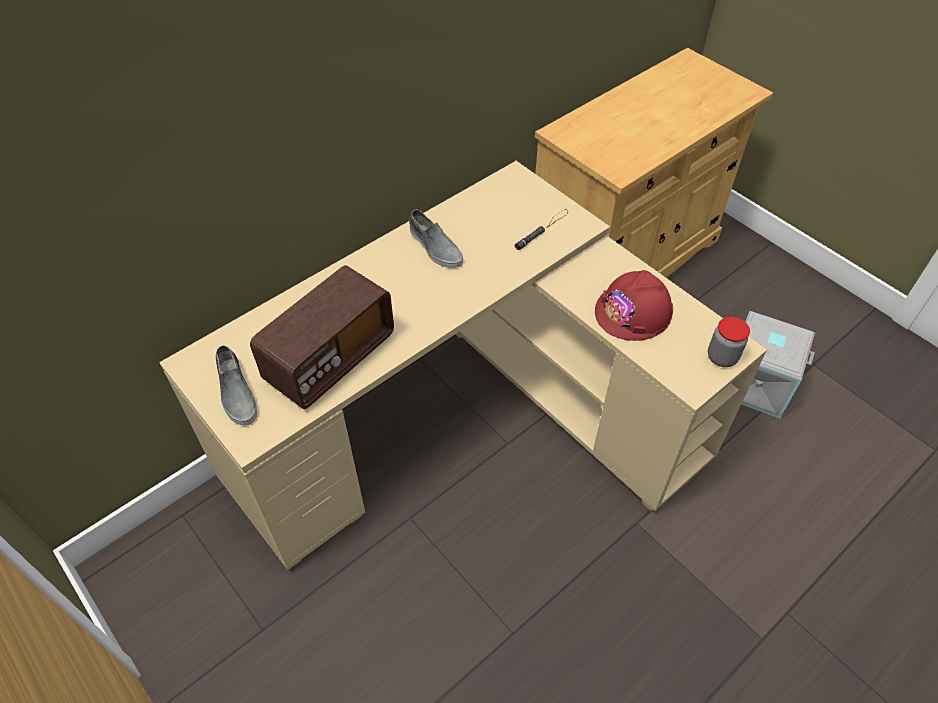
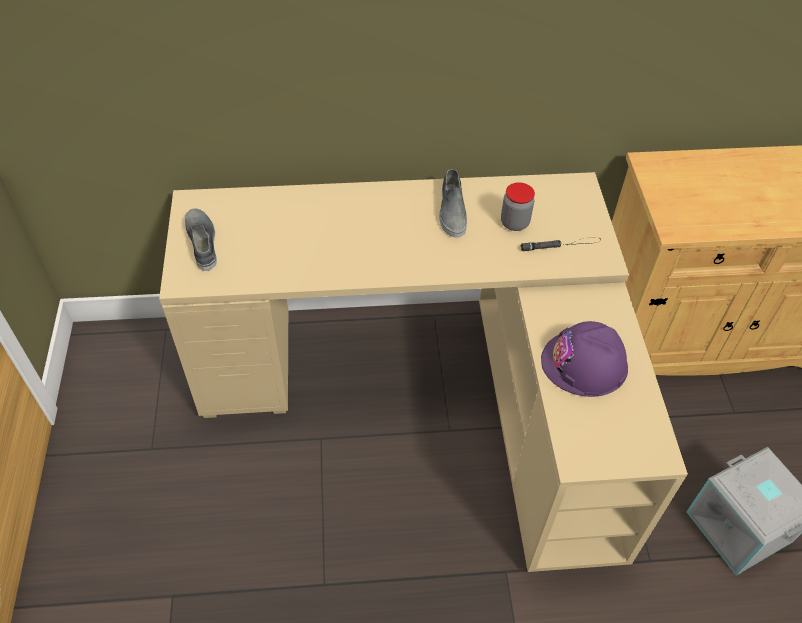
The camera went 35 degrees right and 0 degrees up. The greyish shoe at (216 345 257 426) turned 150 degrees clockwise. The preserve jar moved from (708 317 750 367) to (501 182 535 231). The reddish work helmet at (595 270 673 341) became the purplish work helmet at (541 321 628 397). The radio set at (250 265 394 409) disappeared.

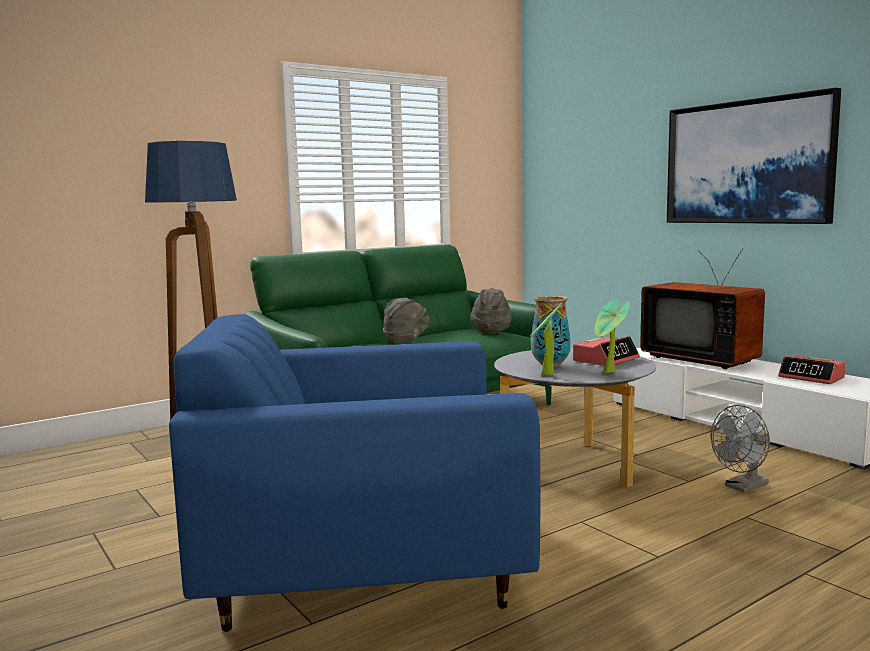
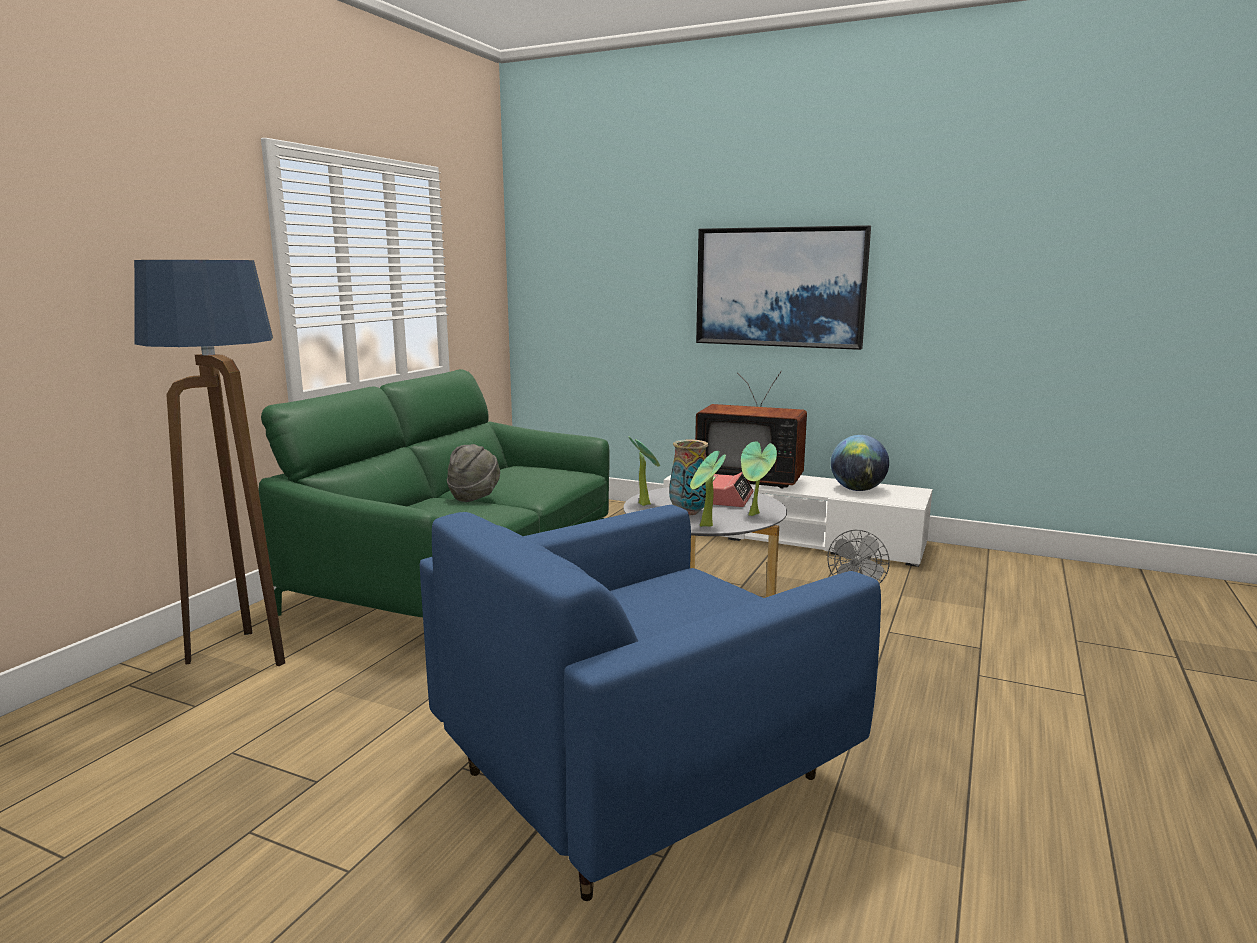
The camera went 30 degrees left and 5 degrees up. The plant in a pot at (629 437 660 506) appeared. The bedside clock at (778 356 845 384) was replaced by the globe at (831 435 889 491). The greyish clothing hat at (470 288 512 334) disappeared.

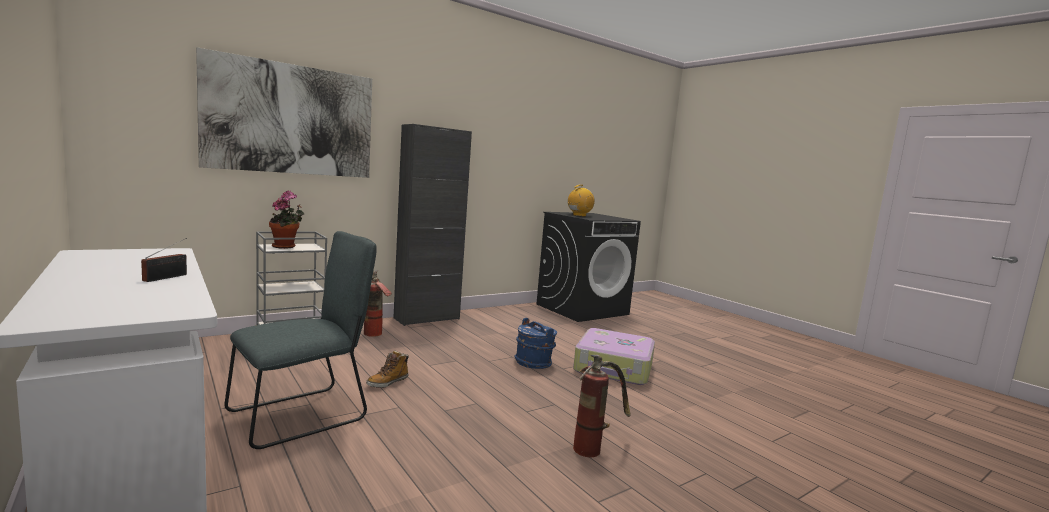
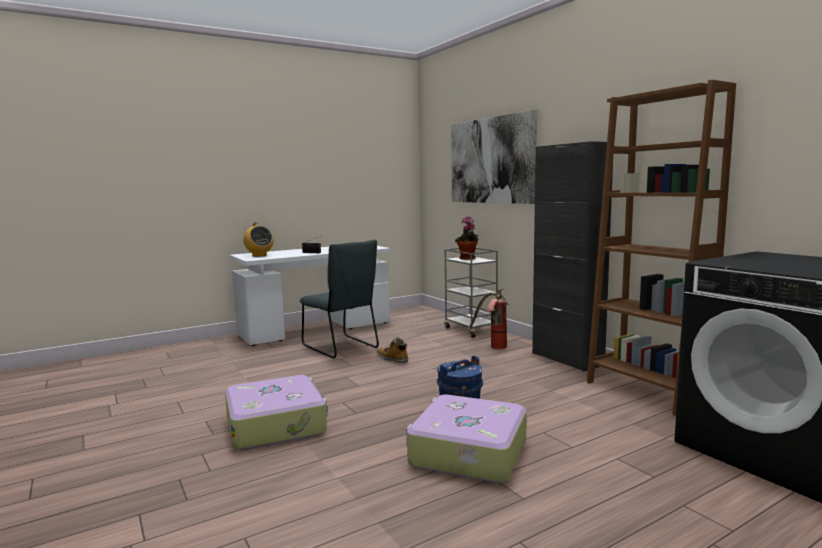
The camera went 95 degrees right and 0 degrees up. The extinguisher at (573 355 631 457) was replaced by the piece of luggage at (225 375 328 450). The radio set moved from (568 185 595 216) to (243 222 274 257). The brown bookshelf at (587 80 736 416) appeared.

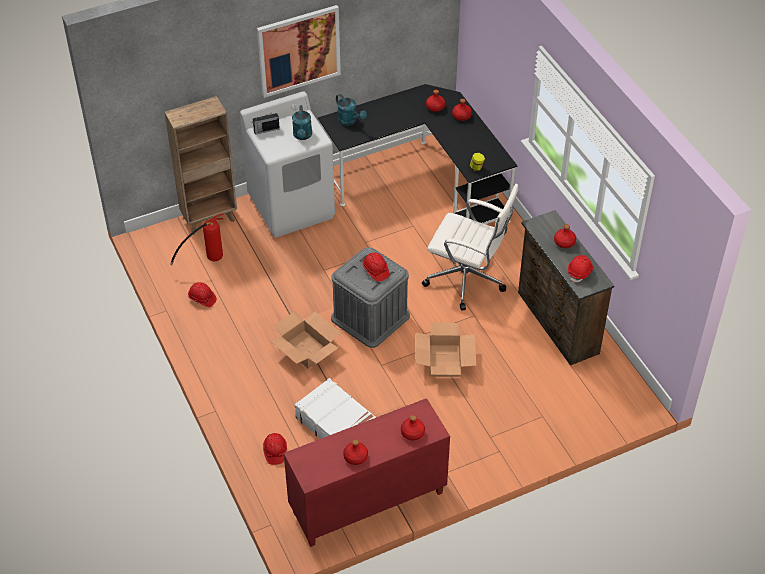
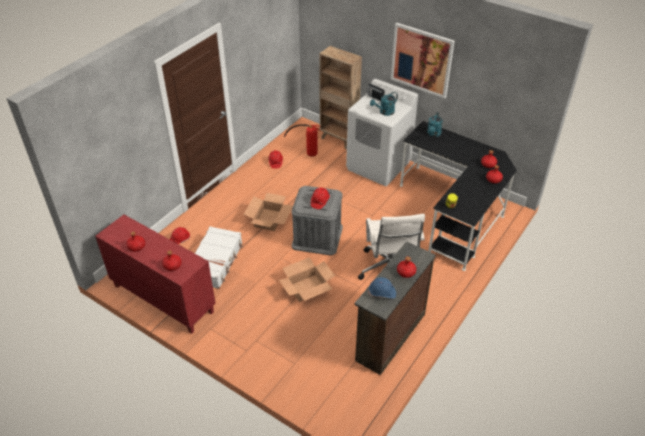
The camera went 60 degrees right and 5 degrees down. The reddish work helmet at (567 255 594 283) became the blue work helmet at (368 277 396 299).

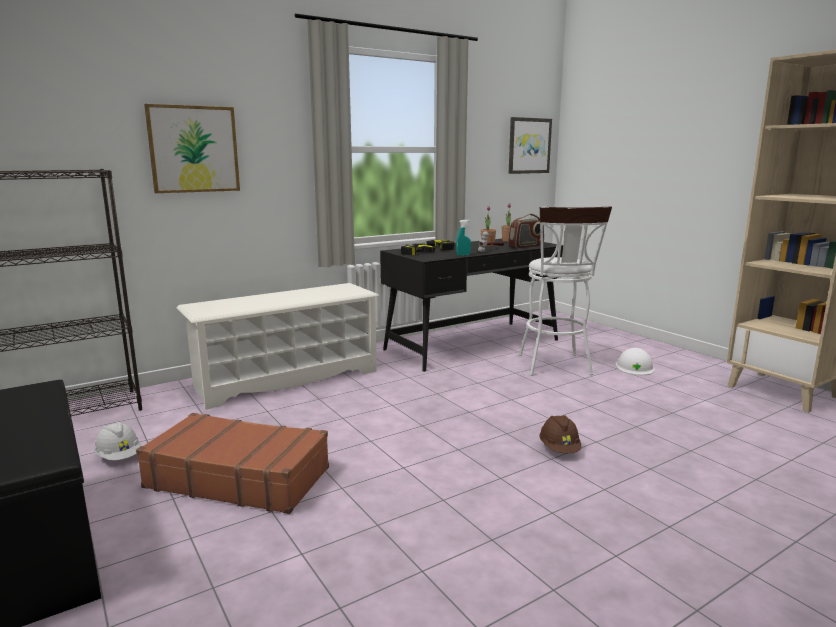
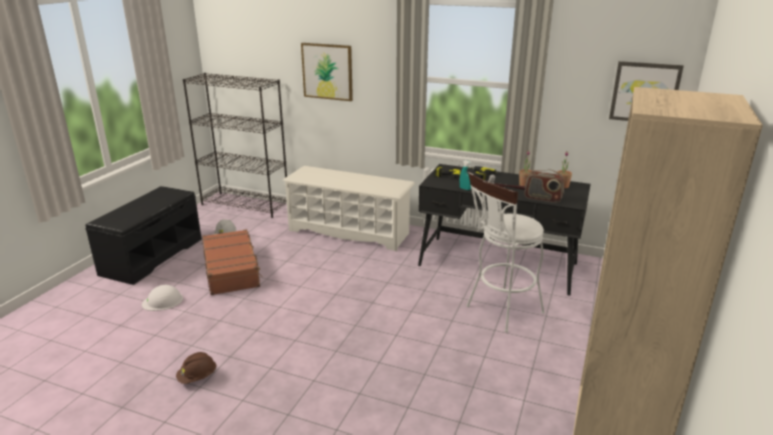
The camera went 55 degrees right and 10 degrees up. The white-coloured work helmet moved from (616 348 654 375) to (142 285 183 311). The brown work helmet moved from (539 415 581 453) to (176 352 217 384).

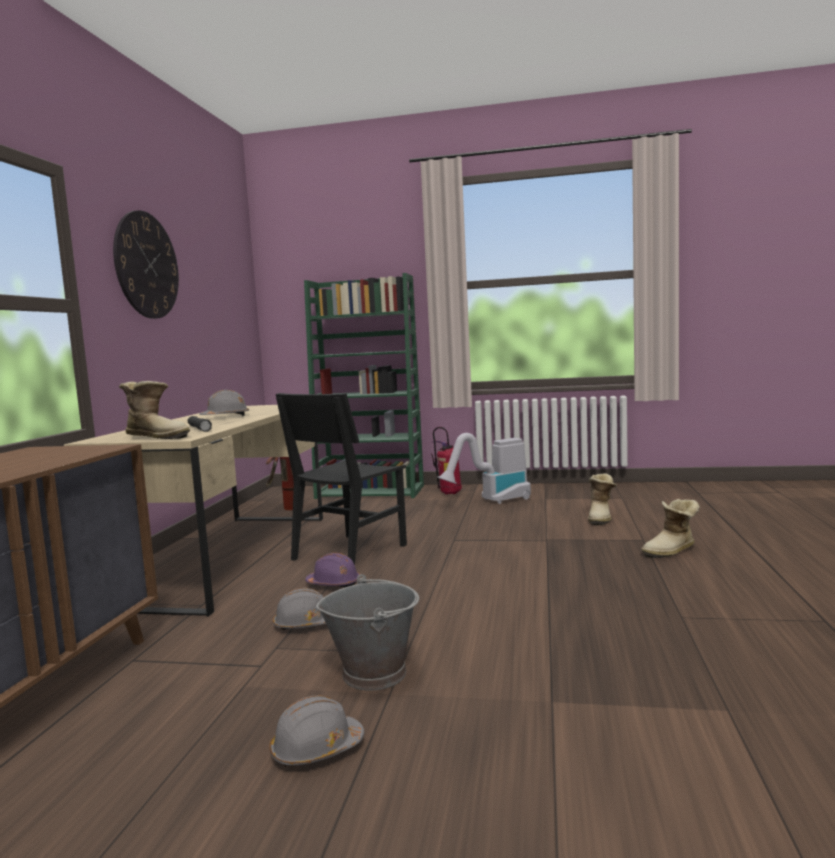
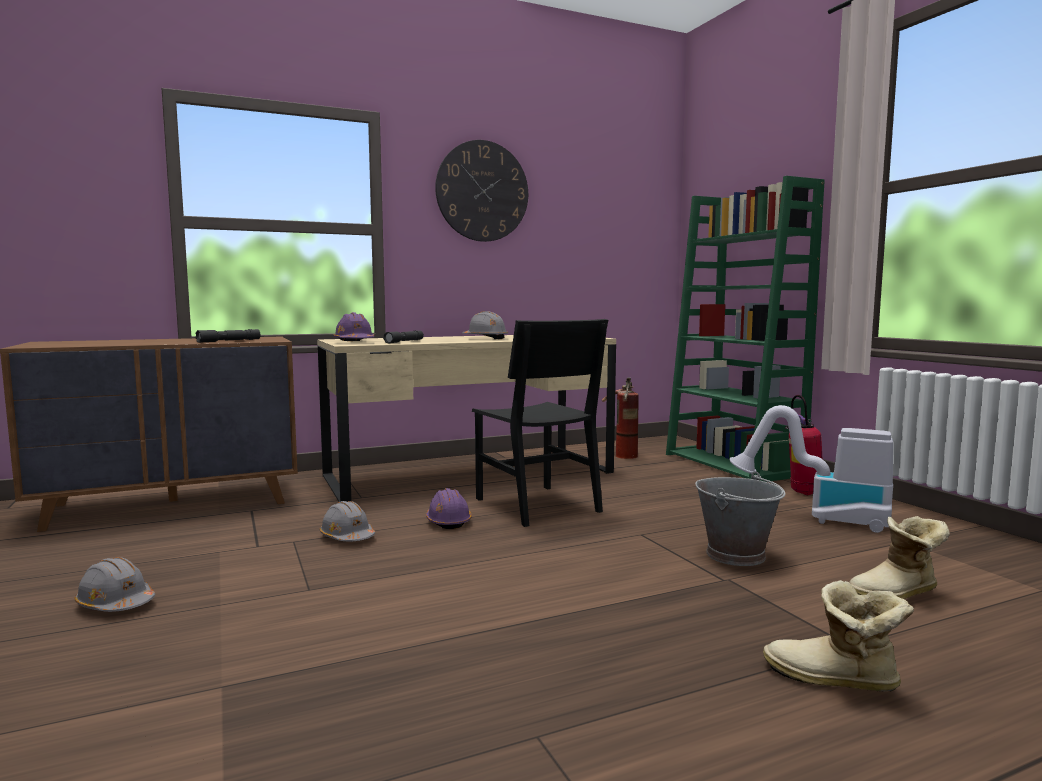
The camera went 55 degrees right and 0 degrees up. The greyish torch at (196 329 260 343) appeared. The tall boot at (119 381 190 439) was replaced by the purplish work helmet at (333 312 374 341). The black chair at (276 393 407 565) turned 120 degrees counterclockwise. The greyish pail moved from (316 574 419 690) to (695 471 786 566).

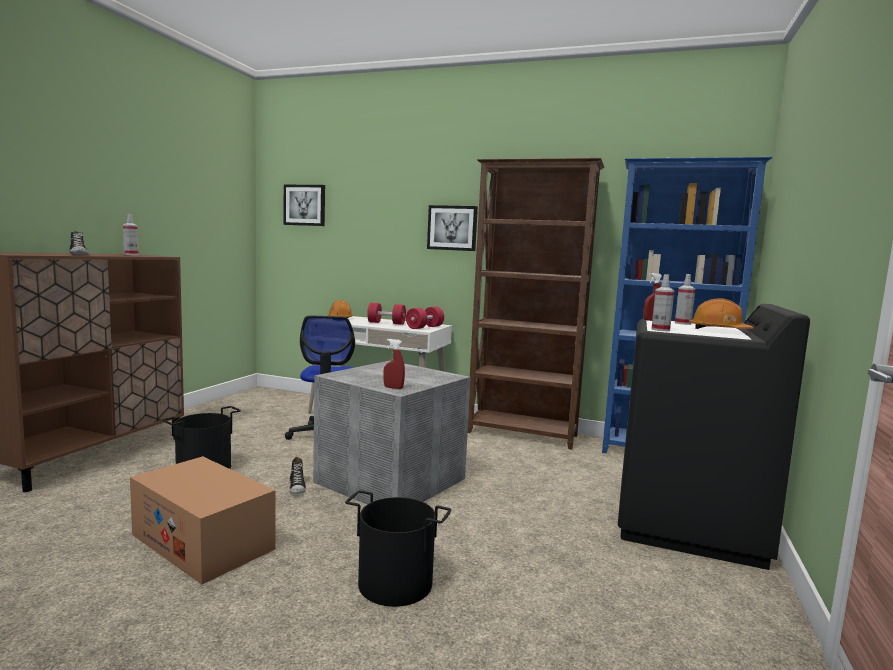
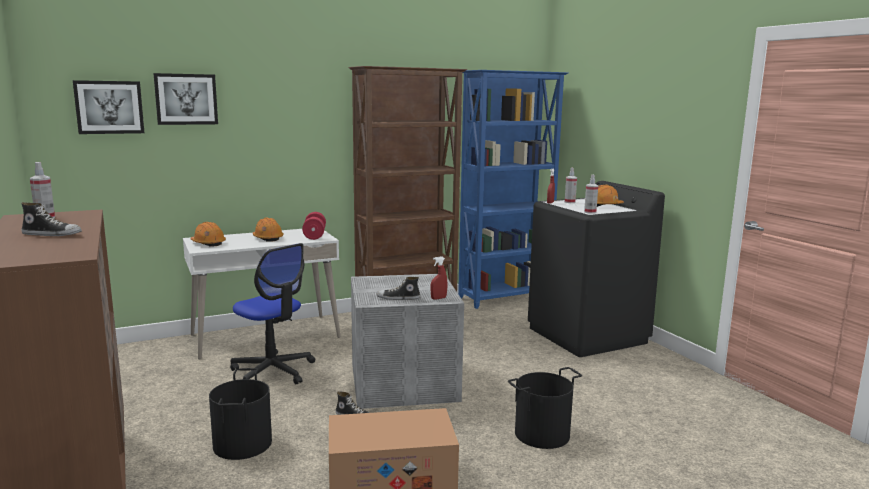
The camera went 45 degrees left and 5 degrees up. The picture moved from (427 205 478 251) to (153 73 218 125). The reddish dumbbell at (367 303 406 325) was replaced by the orange-coloured work helmet at (252 217 284 242). The shoe at (376 277 421 300) appeared.

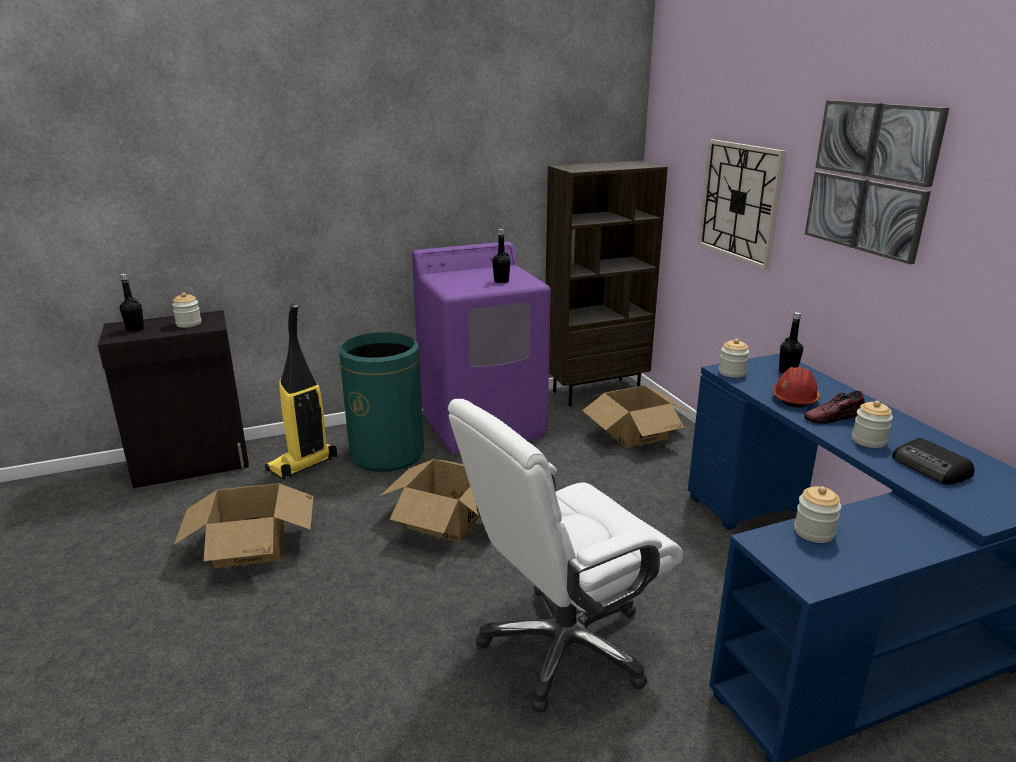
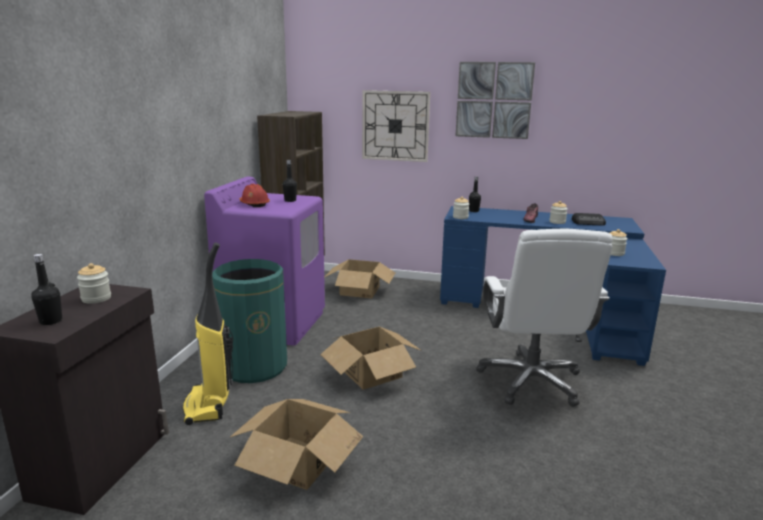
The camera went 55 degrees left and 5 degrees down. The reddish work helmet moved from (773 366 820 408) to (239 184 270 207).

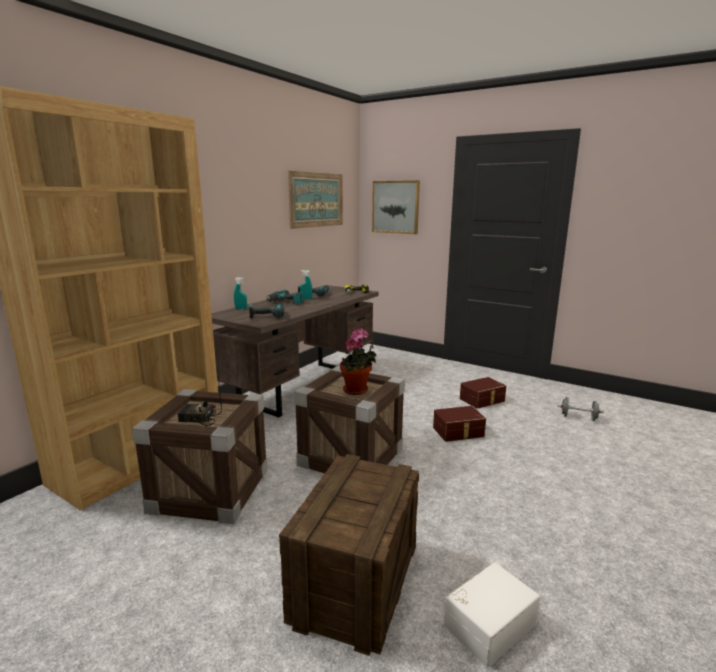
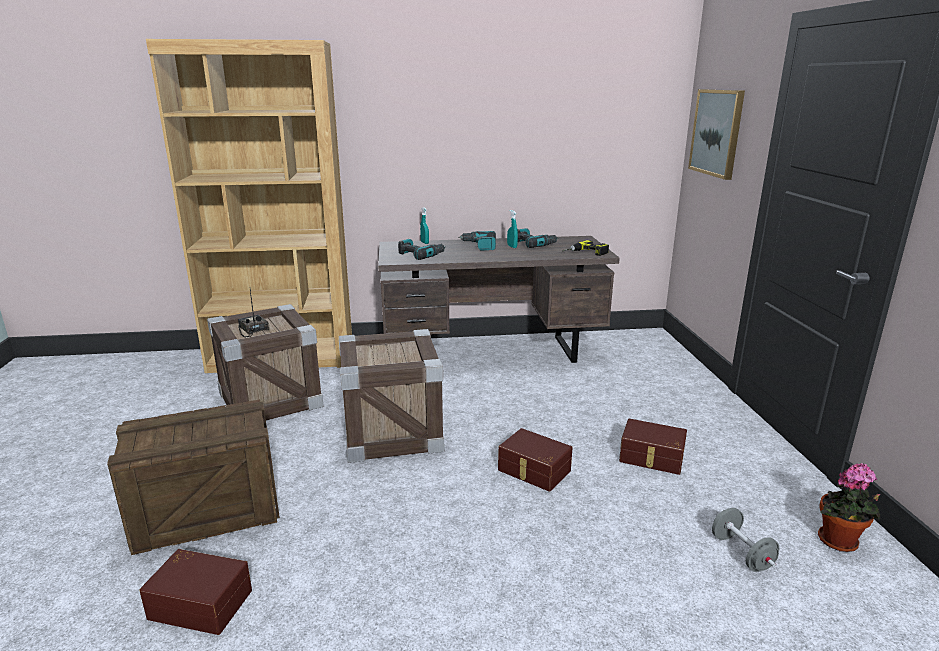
The camera went 50 degrees right and 5 degrees up. The white-coloured storage bin at (444 563 540 667) became the brown storage bin at (139 549 252 635). The plant in a pot moved from (340 328 376 395) to (818 463 880 552). The picture at (288 171 343 229) disappeared.

